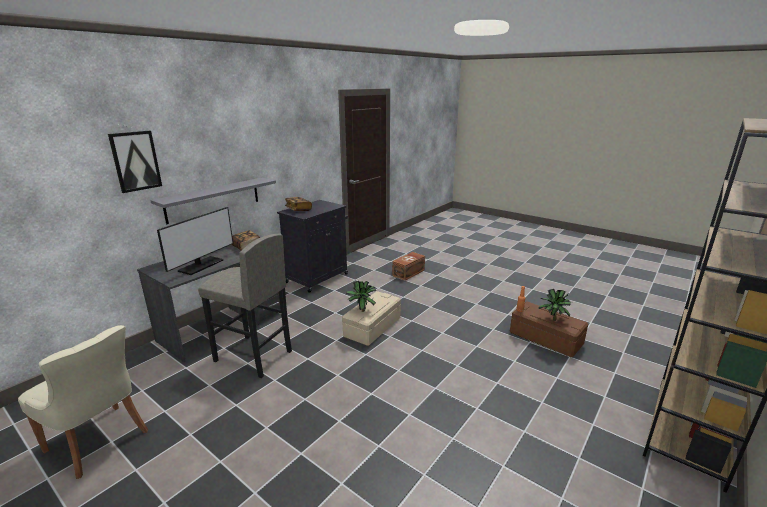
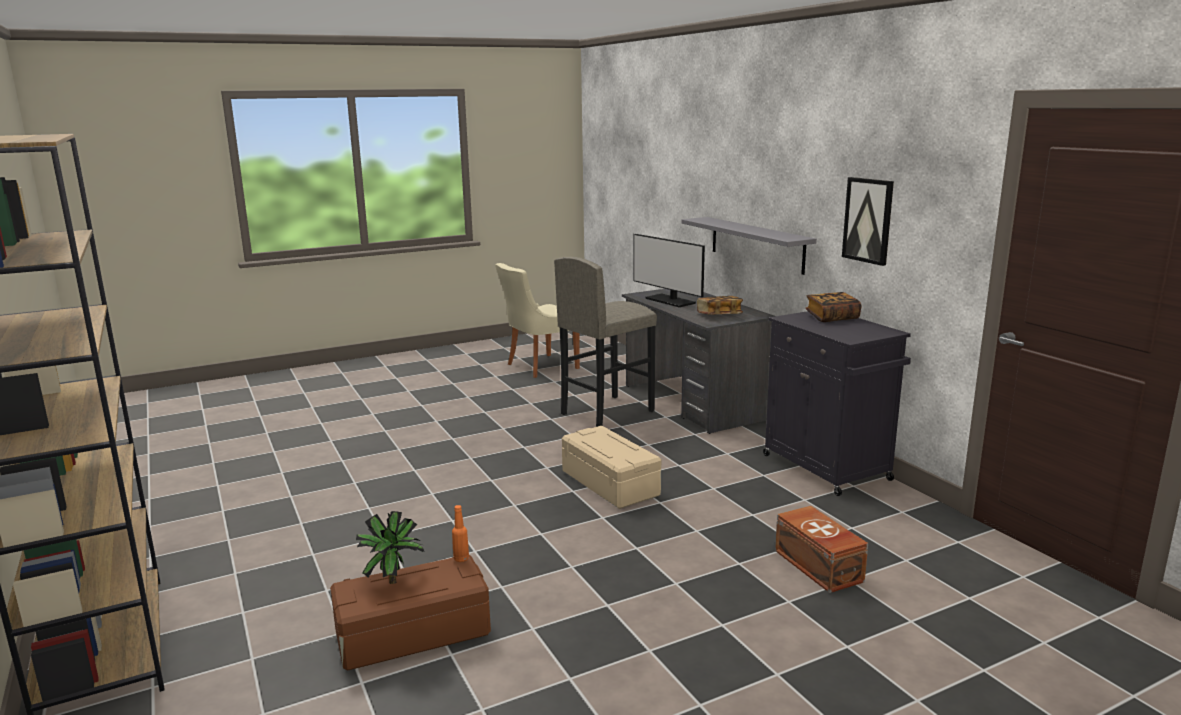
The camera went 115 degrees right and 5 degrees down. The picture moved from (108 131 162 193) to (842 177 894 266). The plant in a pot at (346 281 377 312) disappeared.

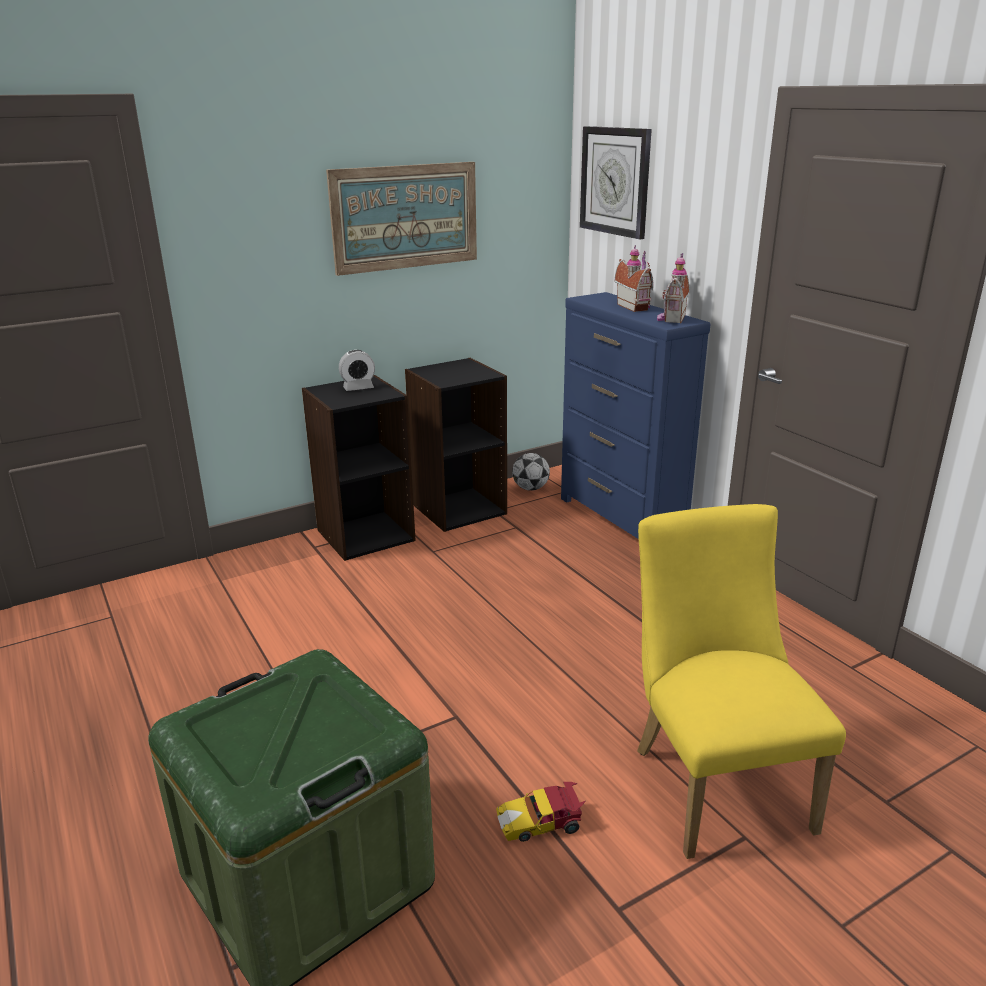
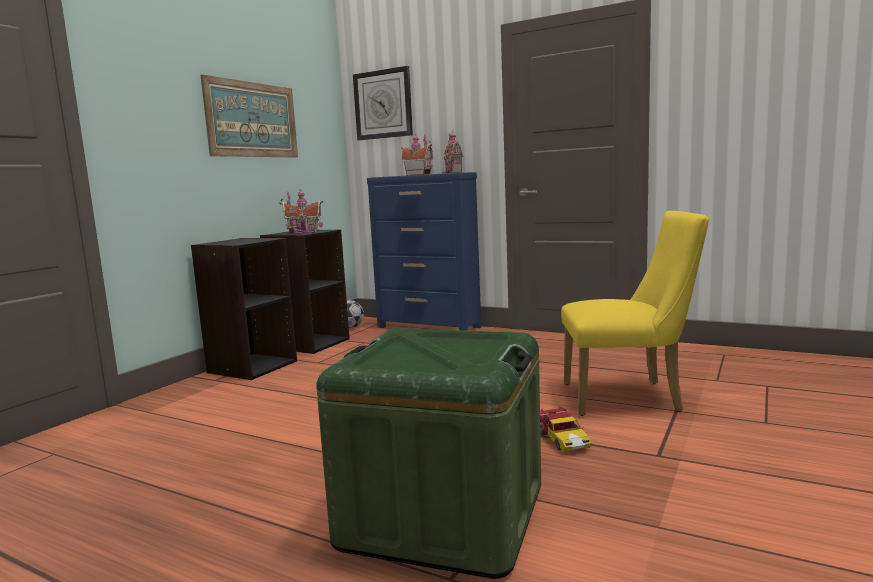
The camera went 30 degrees left and 15 degrees down. The model house at (280 189 323 234) appeared. The miniature car at (496 782 586 842) turned 60 degrees counterclockwise. The yellow chair at (637 504 846 859) turned 135 degrees clockwise. The bedside clock at (339 350 375 391) disappeared.

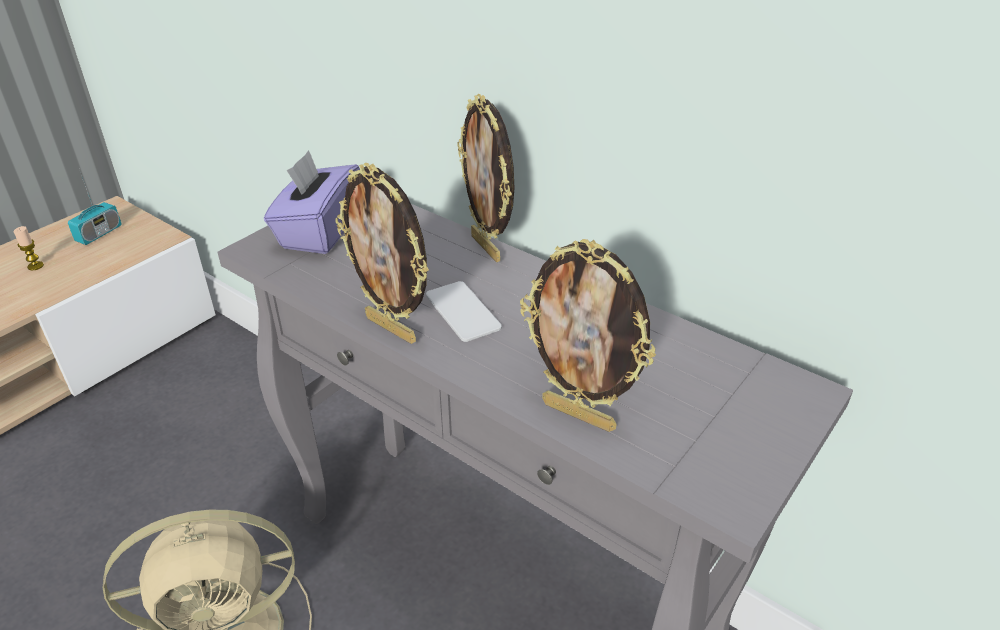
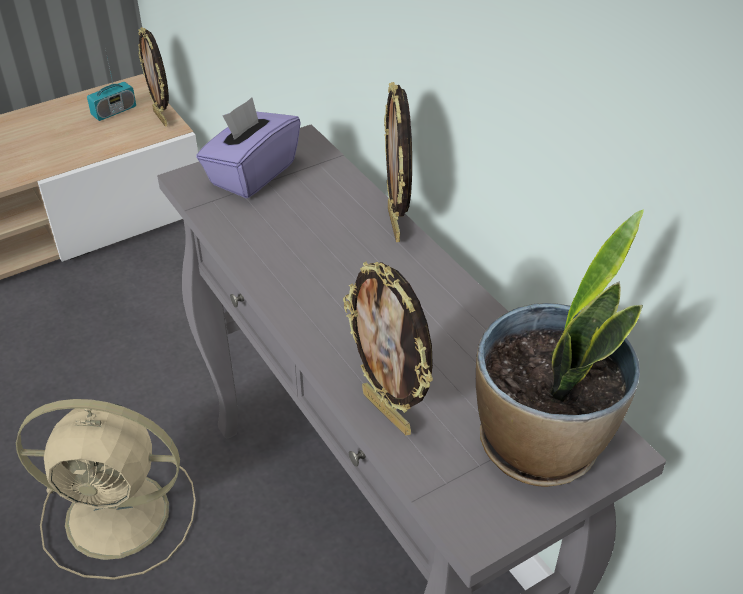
The camera went 20 degrees right and 5 degrees up. The photo frame moved from (335 163 429 344) to (138 27 169 127). The plant in a pot at (476 209 644 487) appeared. The wax light at (14 226 44 270) disappeared. The telephone at (426 281 502 342) disappeared.

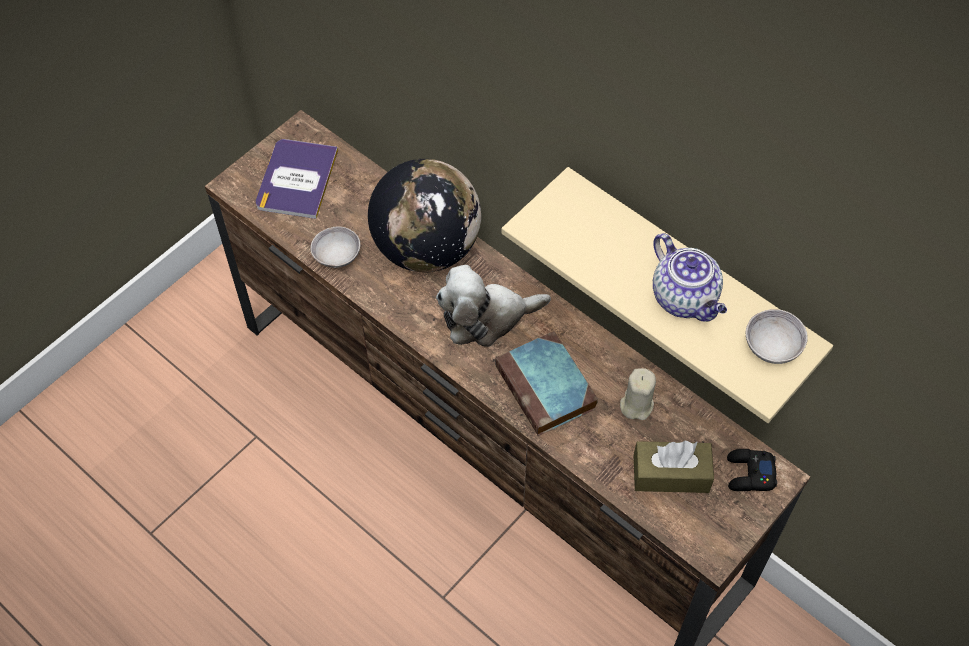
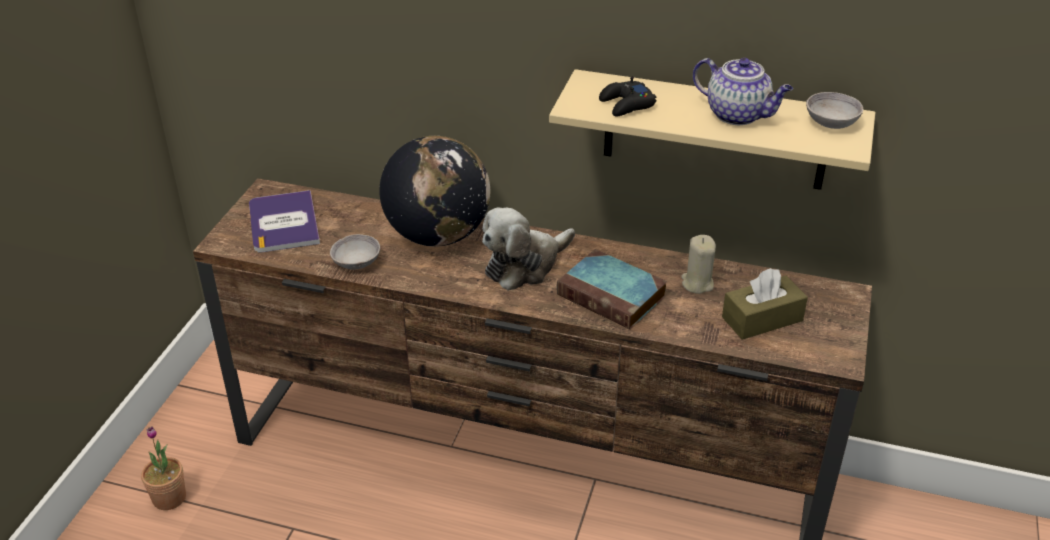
The camera went 25 degrees left and 20 degrees down. The plant in a pot at (141 426 186 510) appeared. The black game controller moved from (727 449 777 491) to (599 77 657 116).

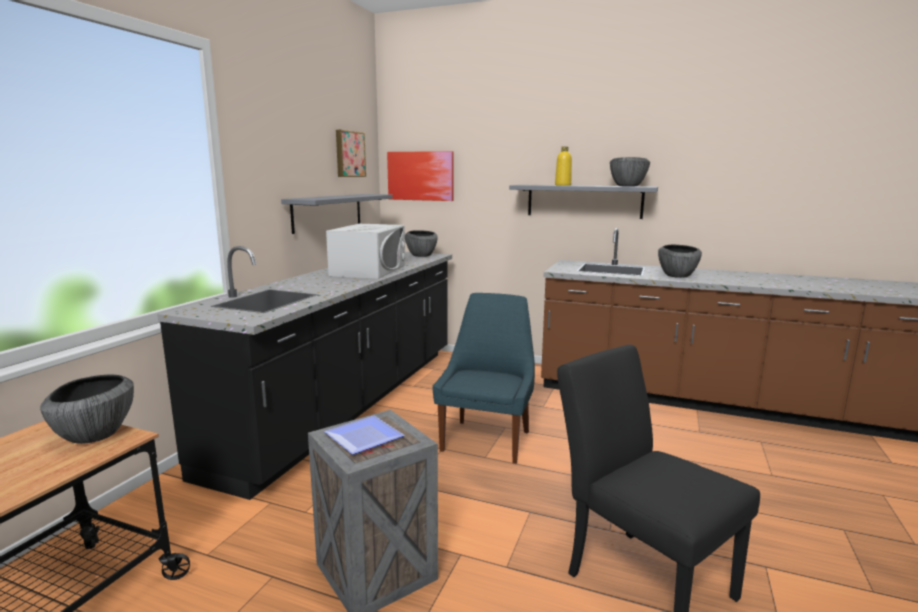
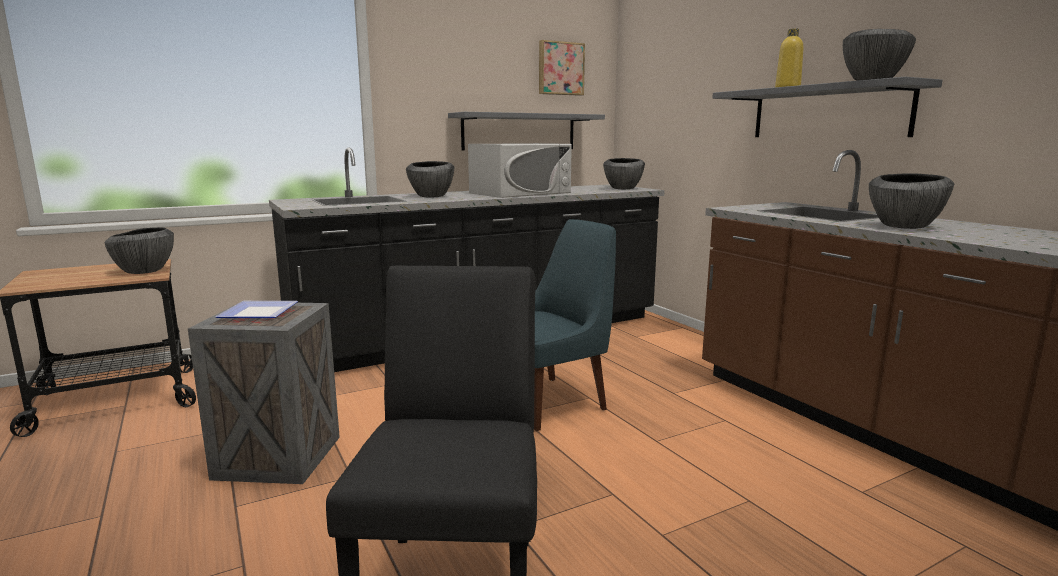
The camera went 40 degrees right and 0 degrees up. The bowl at (406 161 454 197) appeared. The picture at (387 151 454 201) disappeared.

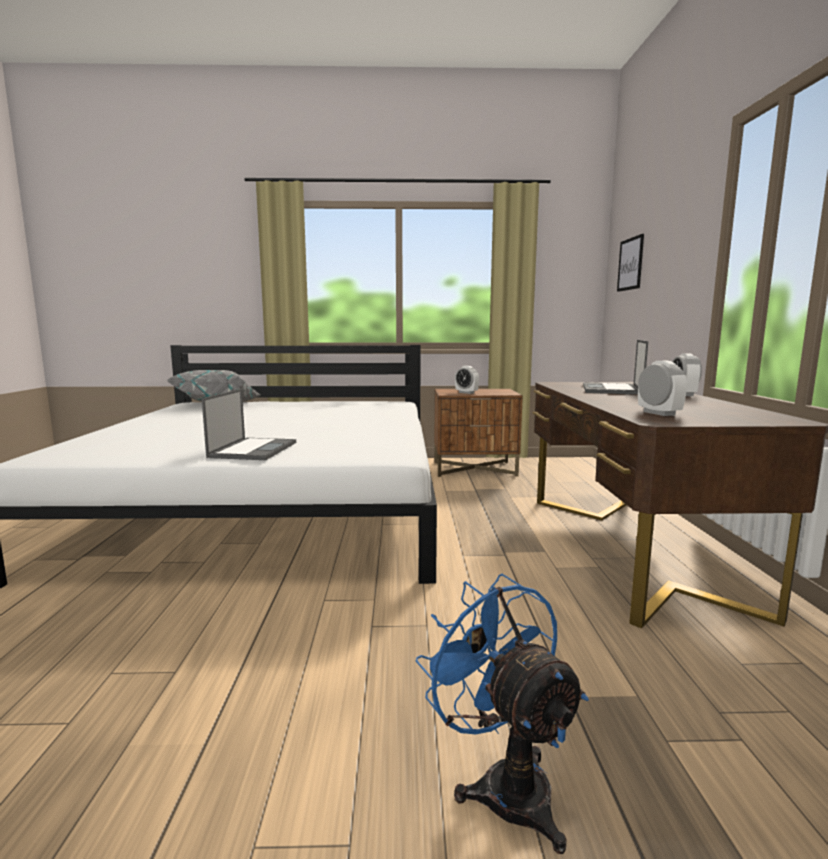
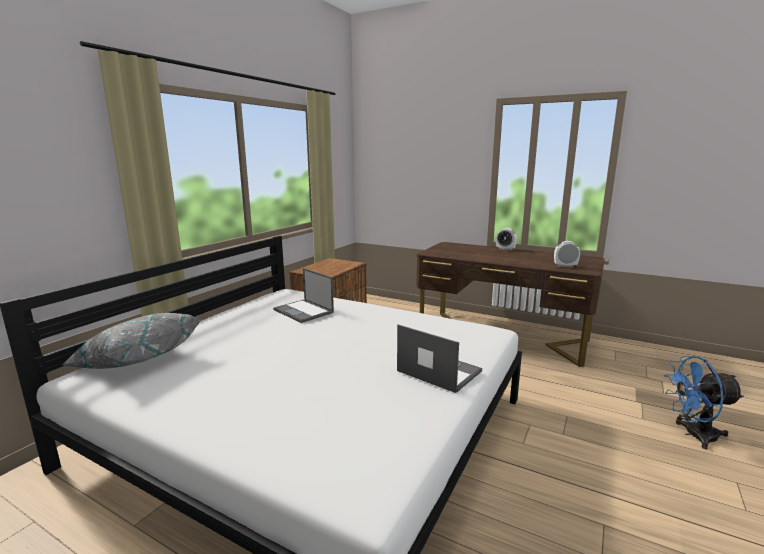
The camera went 60 degrees left and 5 degrees up. The portable computer moved from (583 340 648 395) to (273 268 334 323). The bedside clock at (455 366 479 394) disappeared. The picture at (617 234 644 292) disappeared.

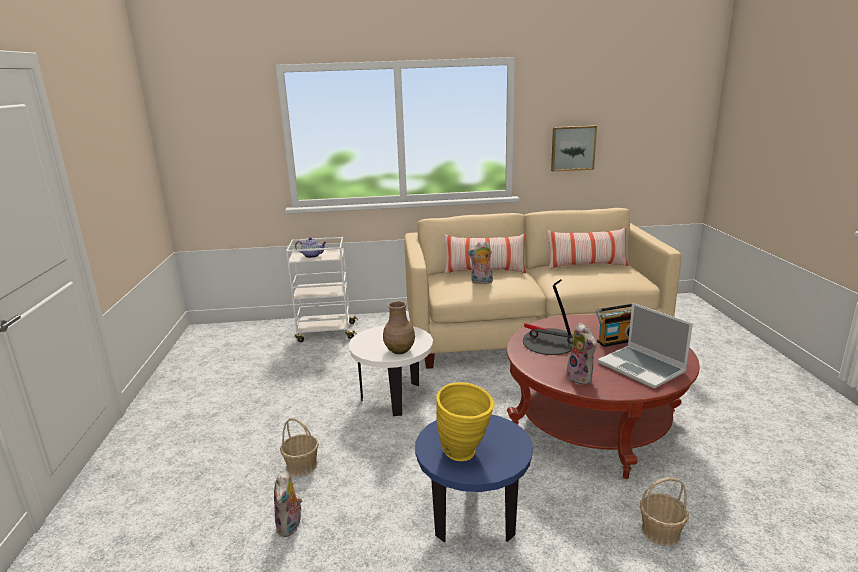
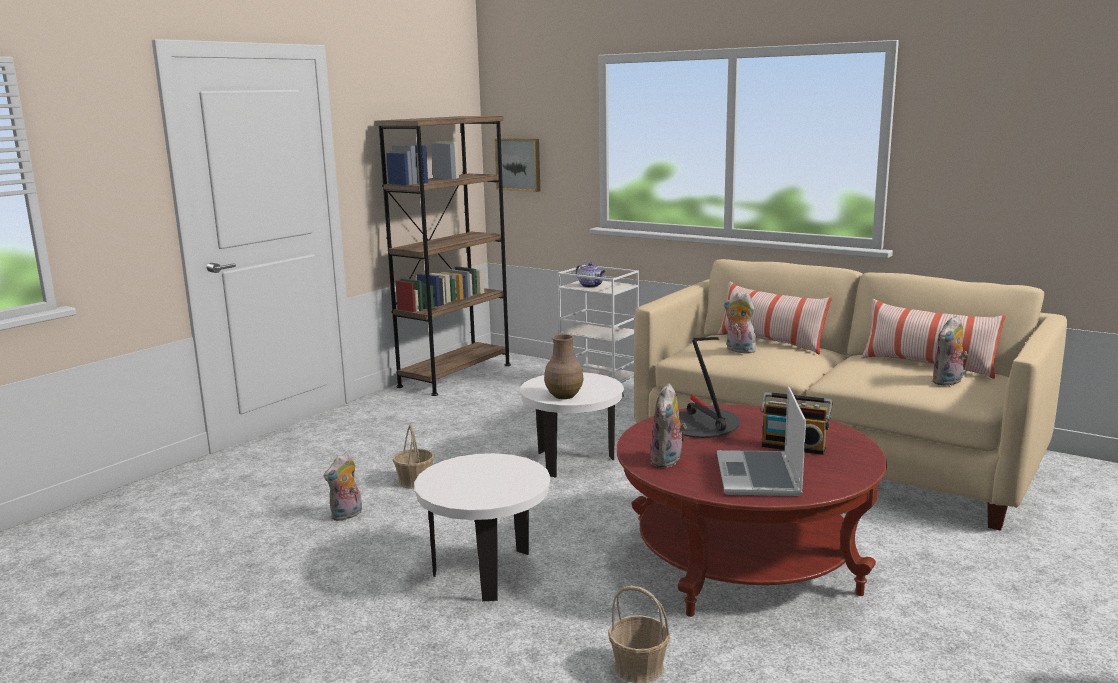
The camera went 40 degrees right and 5 degrees down. The brown bookshelf at (375 116 511 396) appeared. The blue end table at (415 414 533 542) became the white-coloured end table at (414 453 551 601). The picture moved from (551 126 597 172) to (495 138 540 192). The plush toy at (932 315 968 386) appeared. The yellow decorative vase at (436 382 495 461) disappeared.

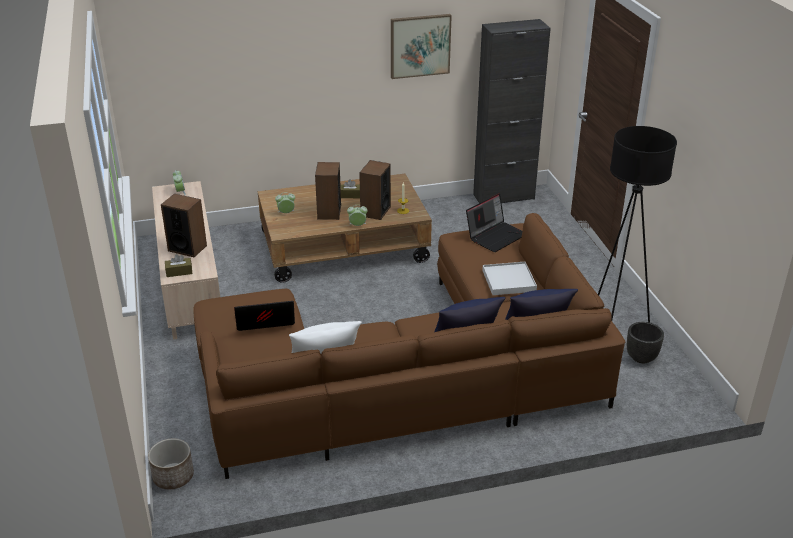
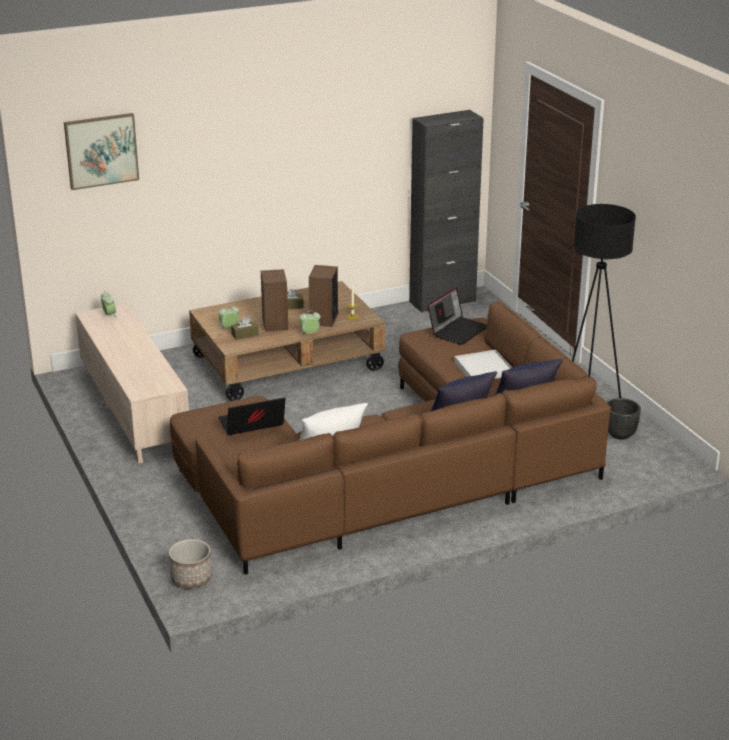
The camera went 10 degrees left and 5 degrees down. The picture moved from (391 14 452 79) to (64 113 139 190). The brown tissue box moved from (165 254 192 277) to (231 317 259 340). The loudspeaker at (161 194 207 257) disappeared.

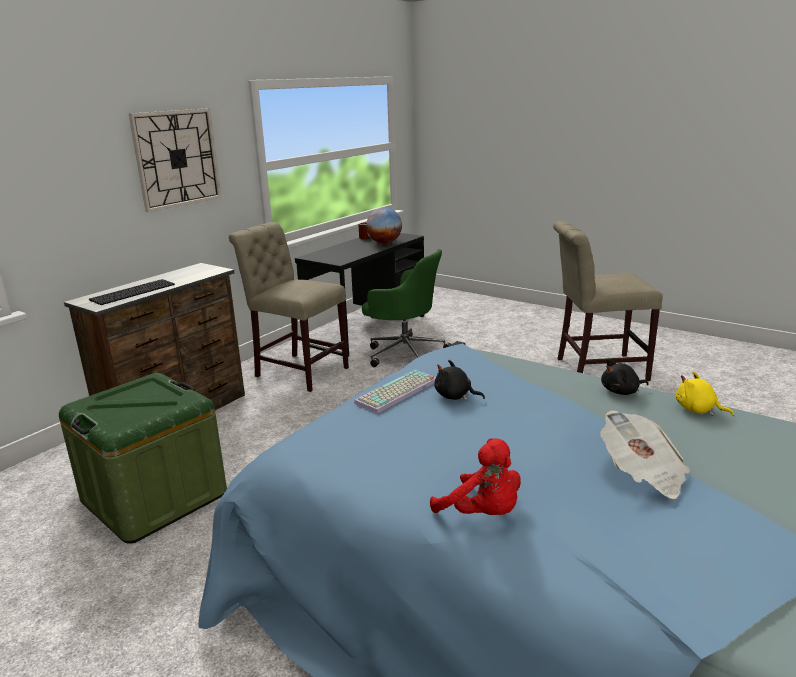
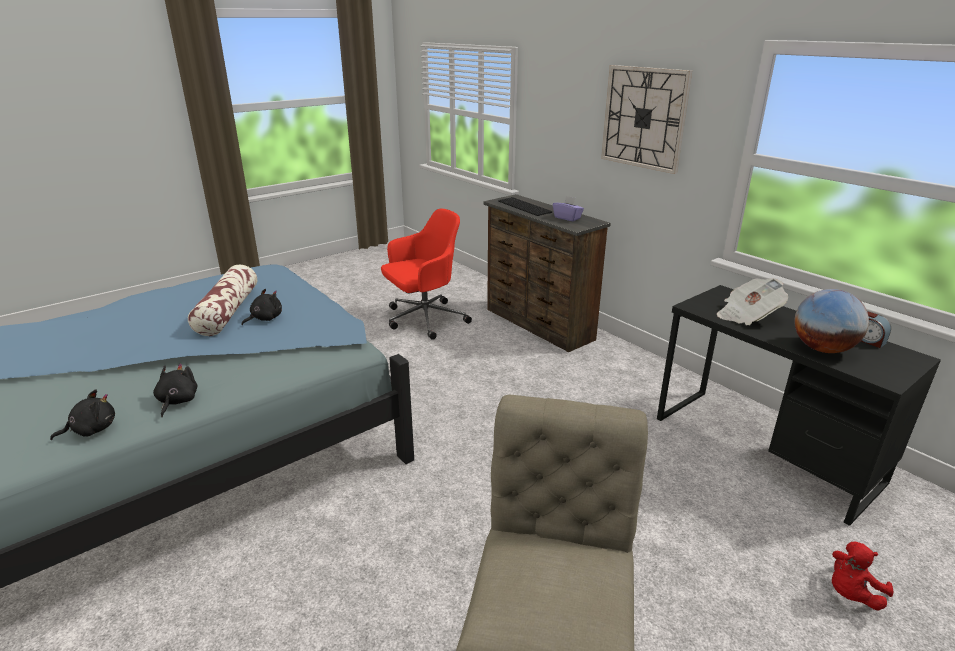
The camera went 105 degrees right and 5 degrees up. The yellow plush toy at (676 371 734 416) became the black plush toy at (50 390 115 440). The cushion at (188 264 257 336) appeared. The green-coloured storage bin at (59 373 227 544) was replaced by the reddish desk chair at (381 209 472 340). The purplish tissue box at (553 196 584 221) appeared. The printed paper moved from (600 410 690 499) to (717 278 788 325). The reddish plush toy moved from (430 438 521 515) to (832 541 893 611). The beige chair at (229 222 349 392) disappeared. The keyboard at (354 370 436 414) disappeared. The green-coloured desk chair at (362 249 451 367) disappeared.

